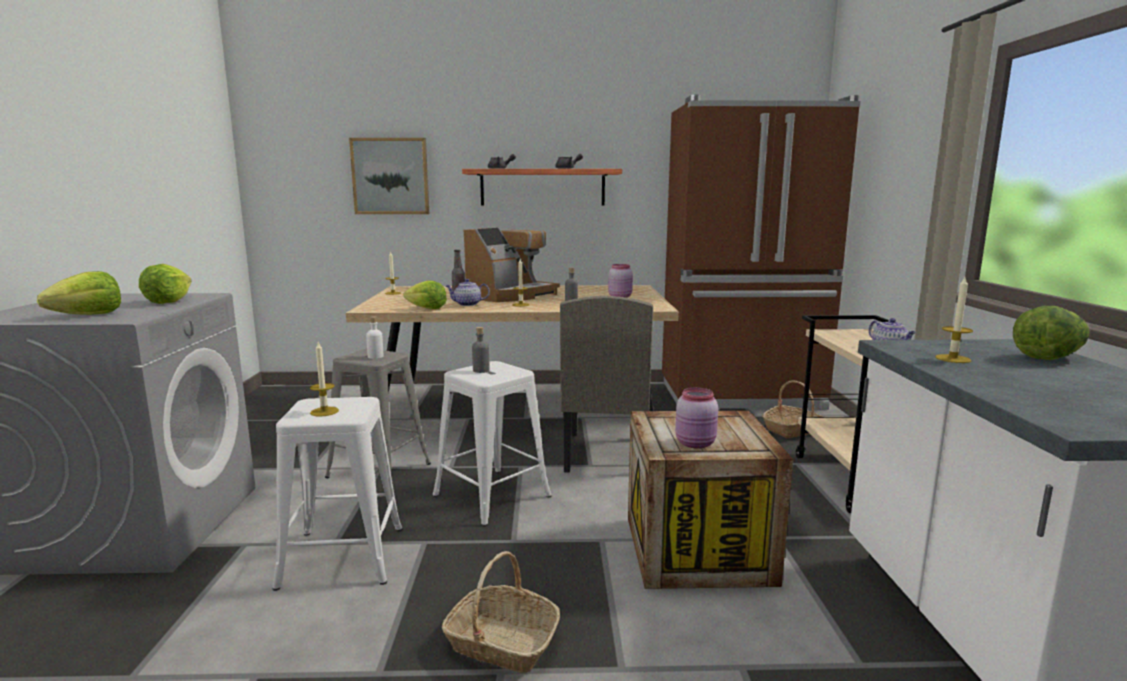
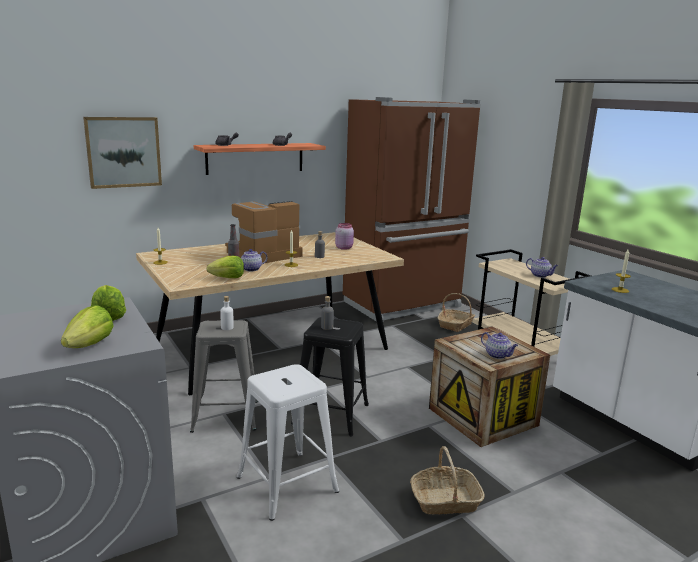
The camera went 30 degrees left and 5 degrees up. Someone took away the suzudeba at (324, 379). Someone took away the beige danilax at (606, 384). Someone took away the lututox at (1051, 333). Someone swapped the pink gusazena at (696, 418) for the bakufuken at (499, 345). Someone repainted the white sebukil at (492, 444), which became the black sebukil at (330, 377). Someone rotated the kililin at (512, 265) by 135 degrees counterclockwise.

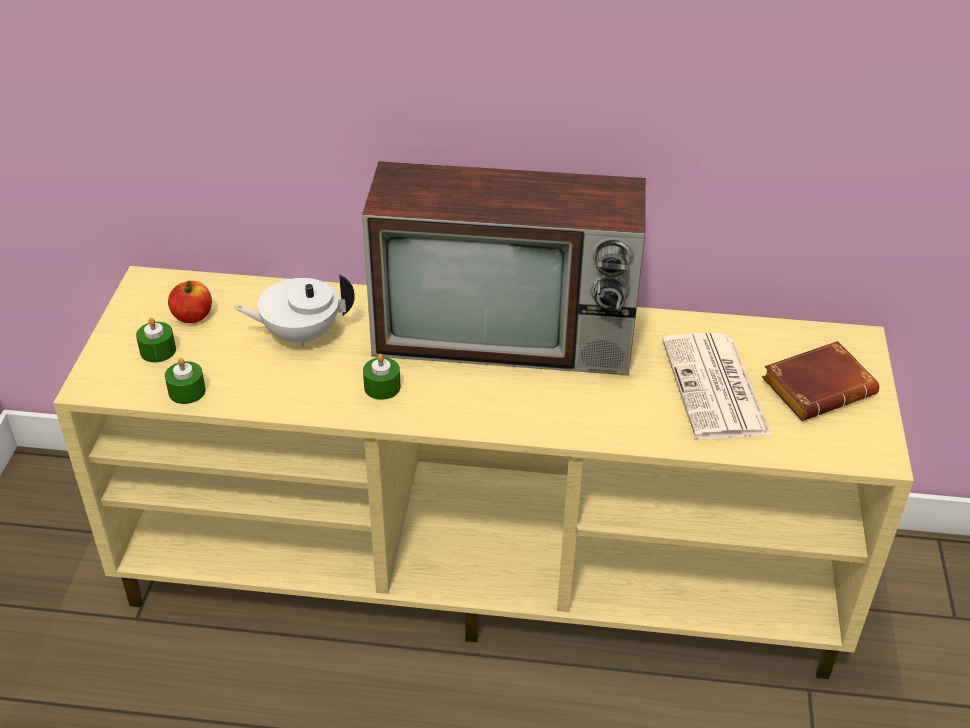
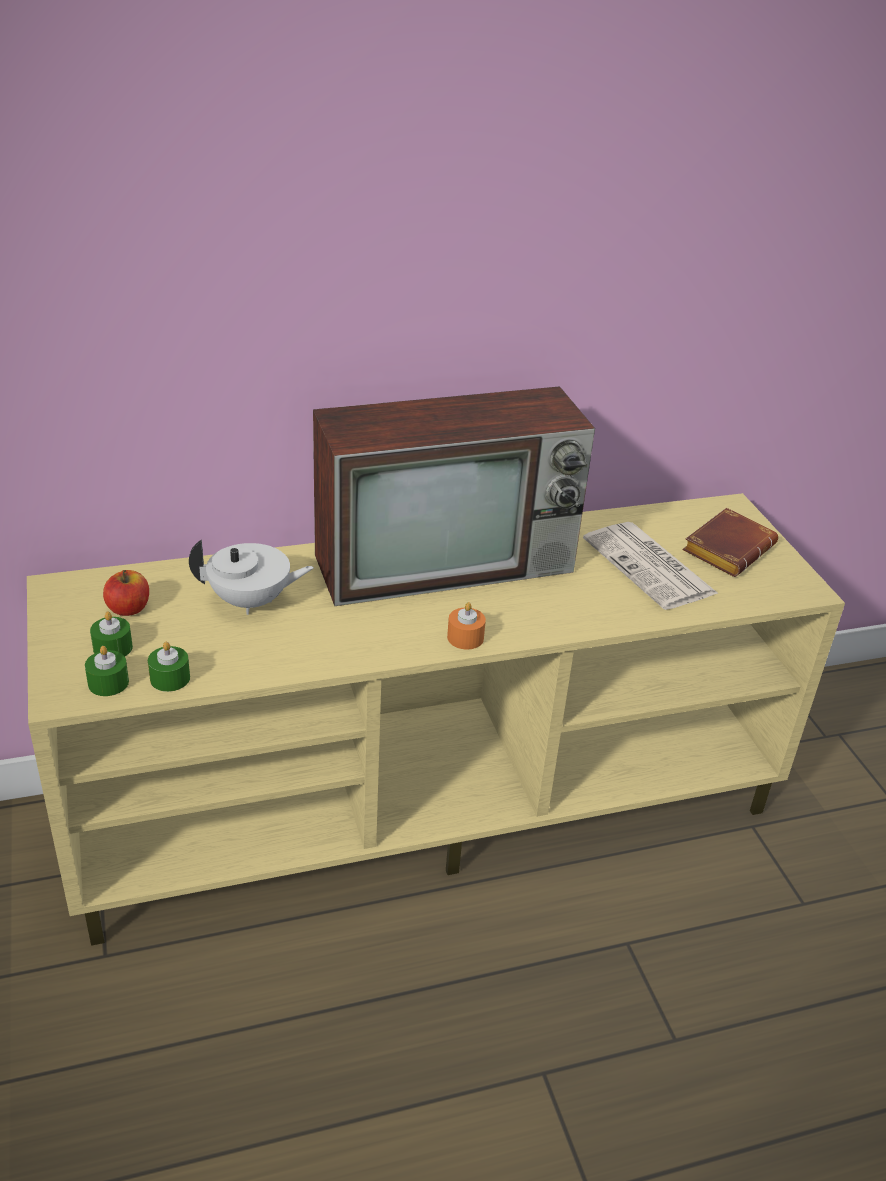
The camera went 25 degrees left and 5 degrees down. Someone put down the orange suzudeba at (466, 625). Someone carried the green suzudeba from (382, 377) to (107, 671). Someone rotated the white bakufuken at (294, 310) by 150 degrees counterclockwise.

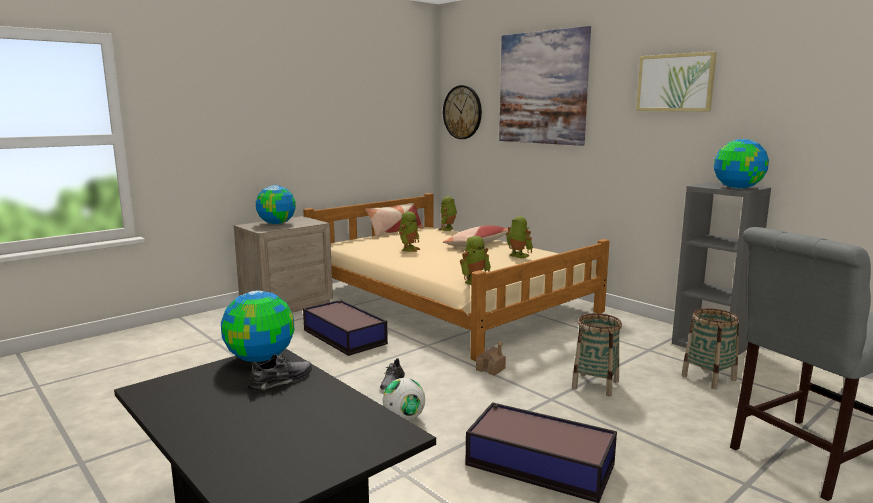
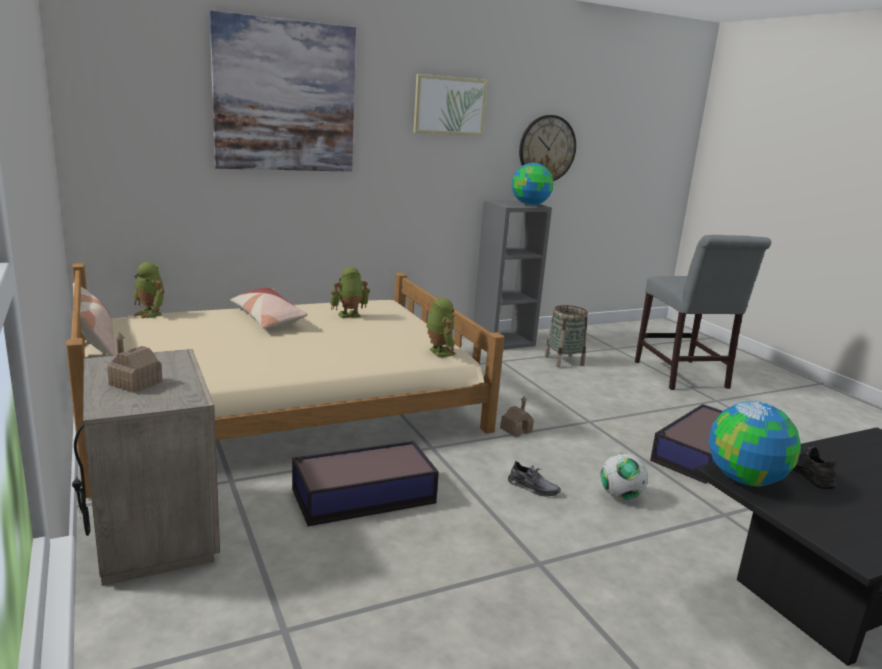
The camera went 75 degrees left and 5 degrees up. Someone took away the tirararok at (410, 231). Someone took away the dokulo at (597, 354). Someone carried the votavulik from (462, 112) to (547, 148). Someone swapped the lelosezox at (276, 205) for the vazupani at (134, 362).

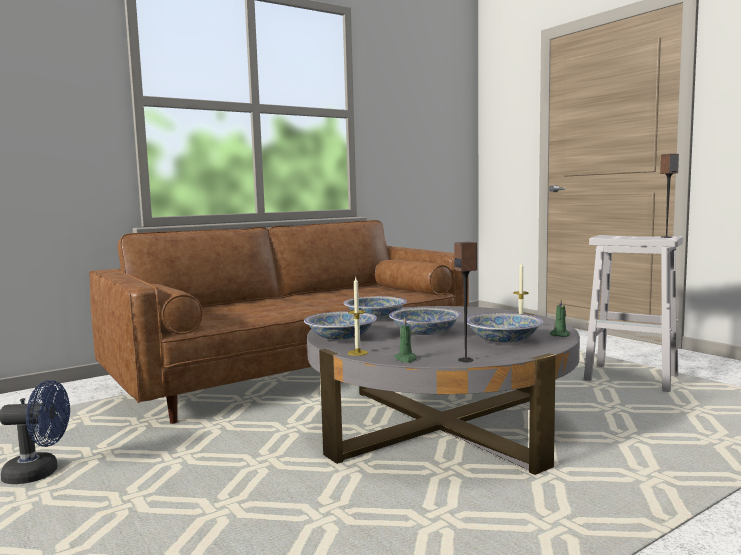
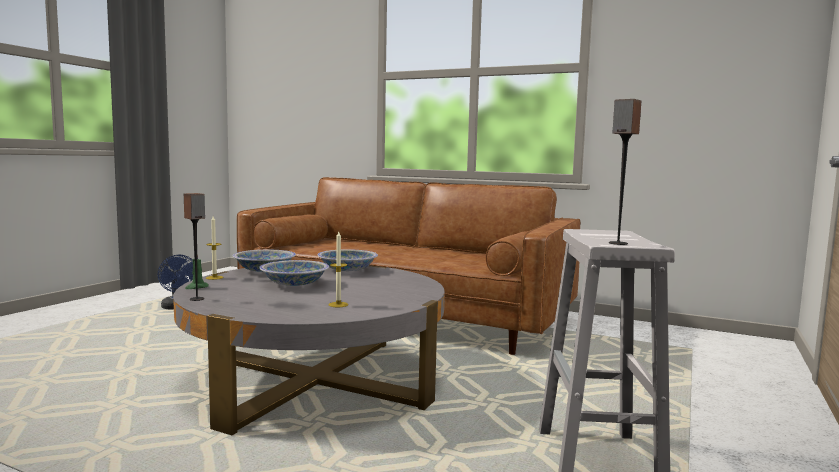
The camera went 60 degrees right and 0 degrees up. Someone took away the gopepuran at (505, 327). Someone took away the green suzudeba at (560, 318).

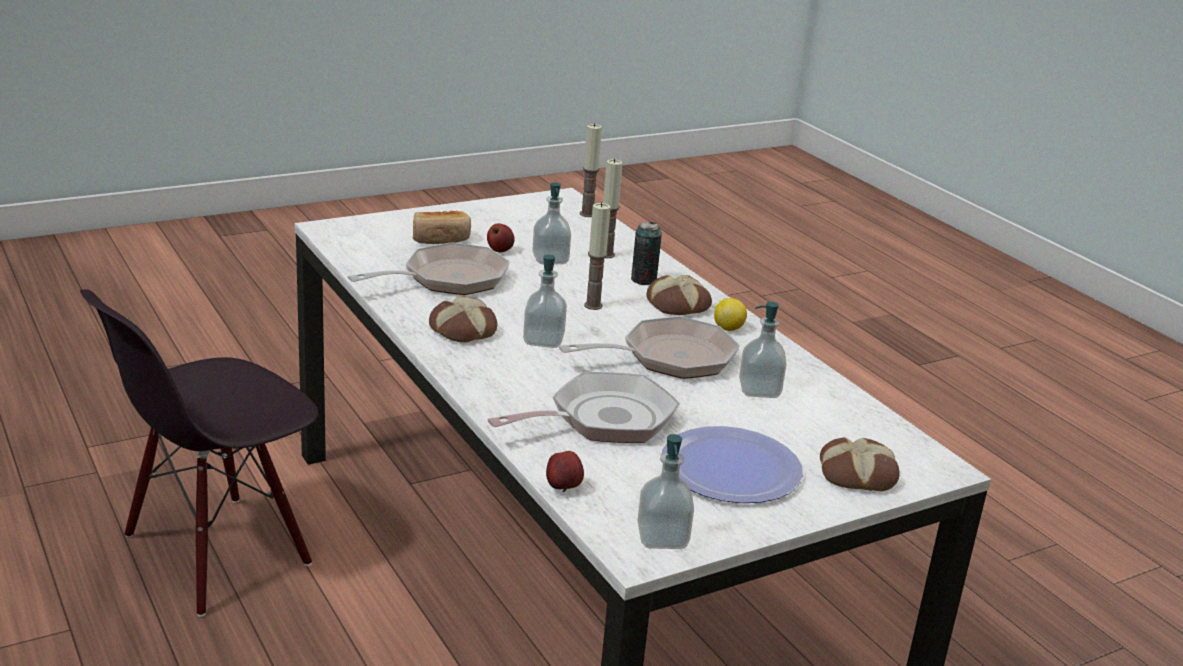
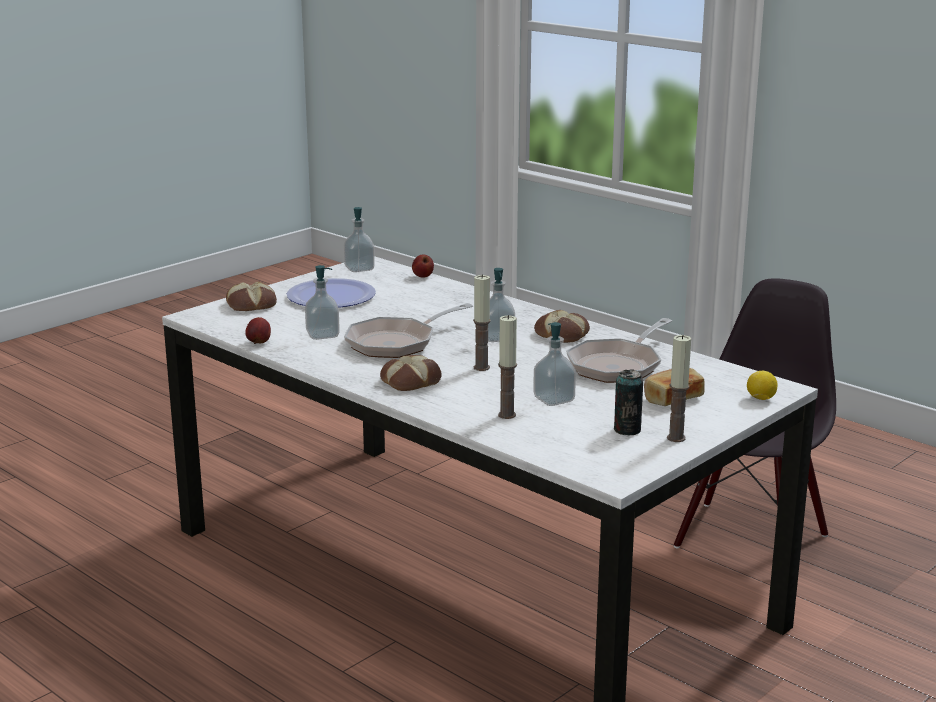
The camera went 165 degrees right and 5 degrees down. Someone took away the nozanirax at (583, 407). Someone carried the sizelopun from (501, 237) to (258, 330). Someone carried the suzudeba from (591, 170) to (679, 388). Someone carried the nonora from (646, 253) to (628, 402). Someone carried the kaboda from (730, 314) to (762, 385).

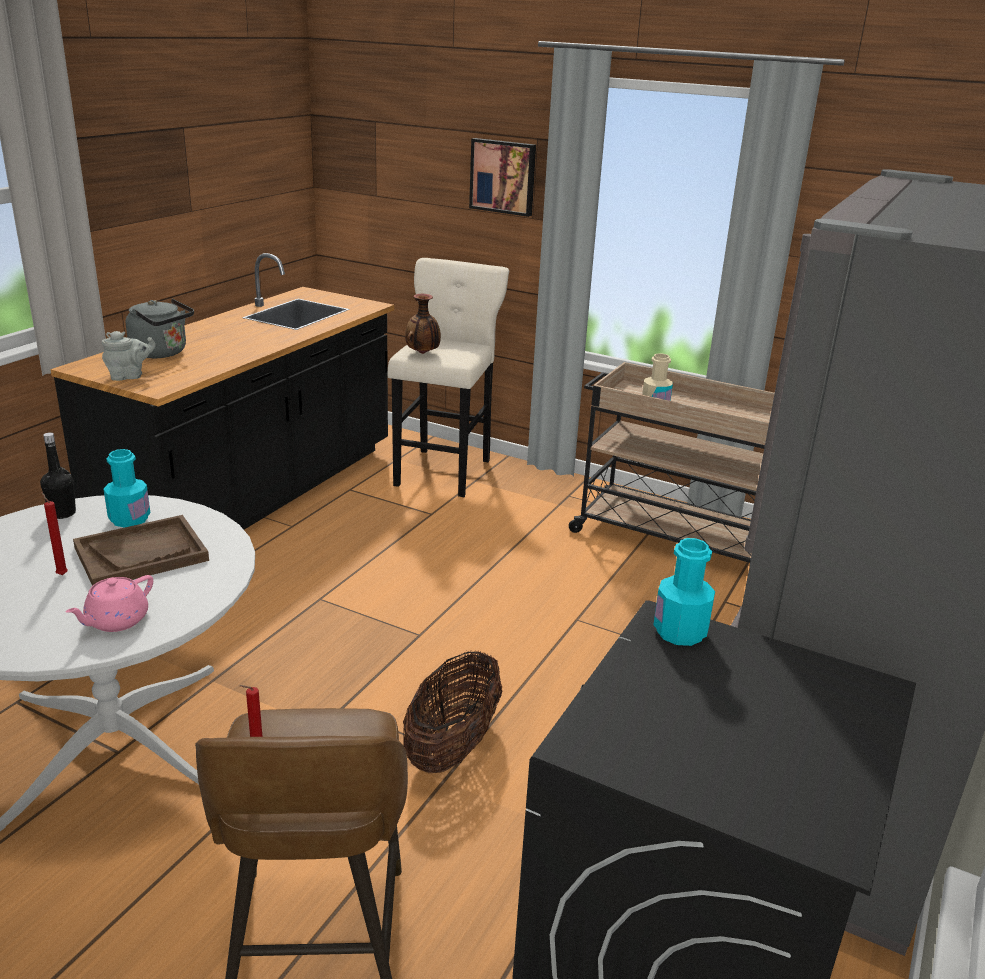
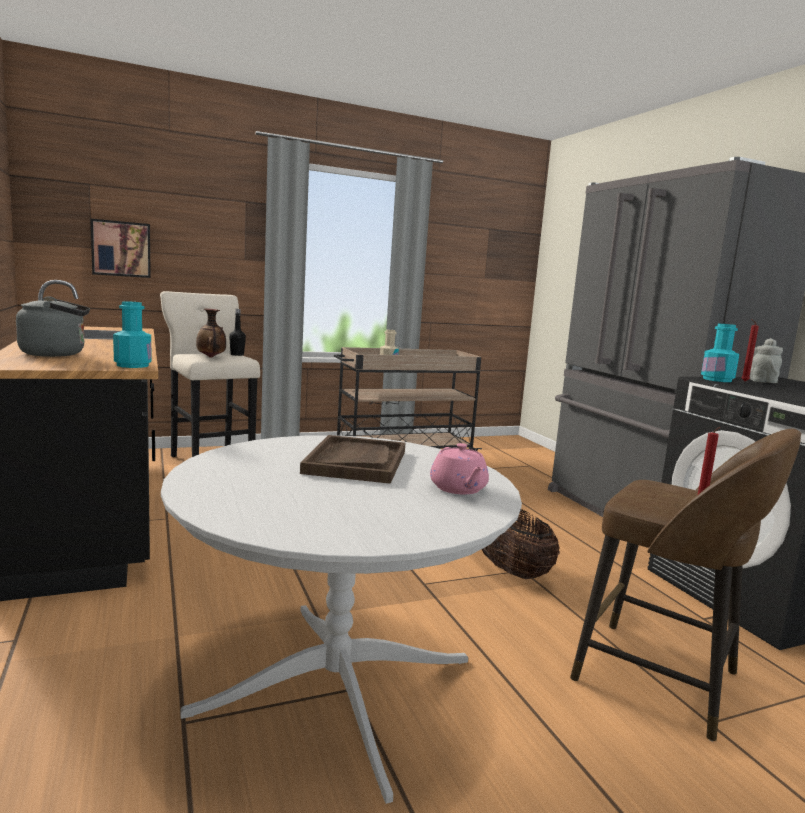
The camera went 50 degrees left and 15 degrees down. Someone carried the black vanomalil from (58, 476) to (237, 332). Someone carried the red suzudeba from (54, 533) to (750, 350). Someone carried the grey bakufuken from (129, 356) to (766, 360). Someone carried the turquoise vanomalil from (126, 488) to (132, 334). Someone carried the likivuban from (502, 177) to (121, 248).

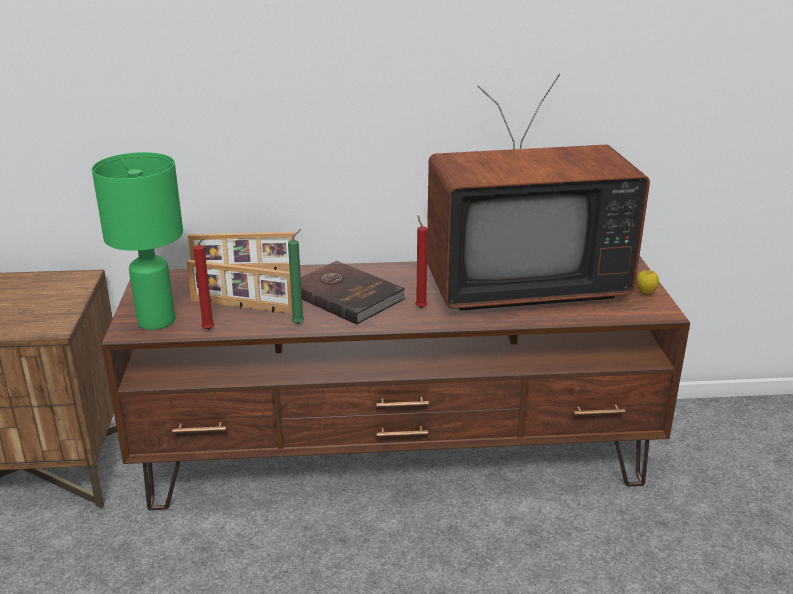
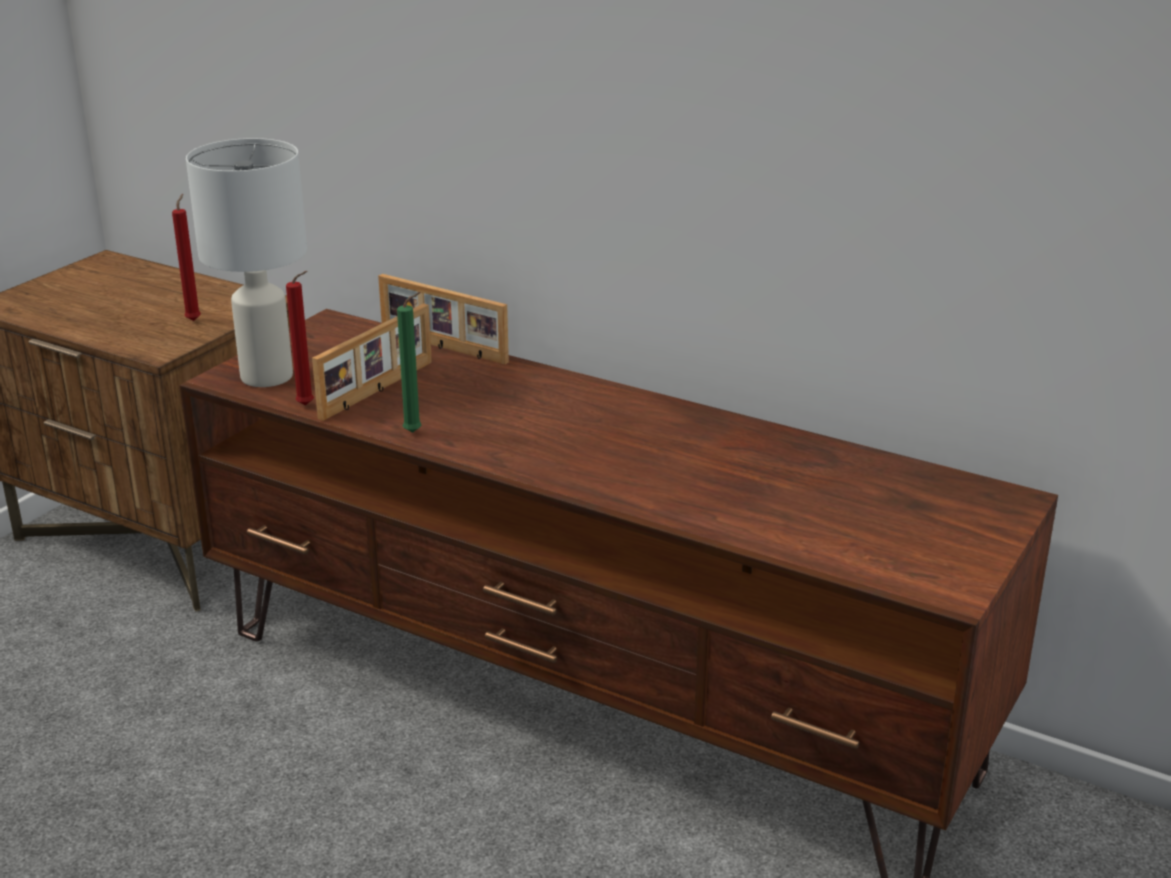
The camera went 35 degrees right and 0 degrees up. Someone took away the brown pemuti at (353, 293). Someone took away the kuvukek at (538, 192). Someone took away the sizelopun at (647, 282). Someone carried the red suzudeba from (421, 262) to (186, 257). Someone repainted the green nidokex at (137, 241), which became the white nidokex at (246, 262). Someone rotated the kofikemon at (239, 287) by 105 degrees counterclockwise.

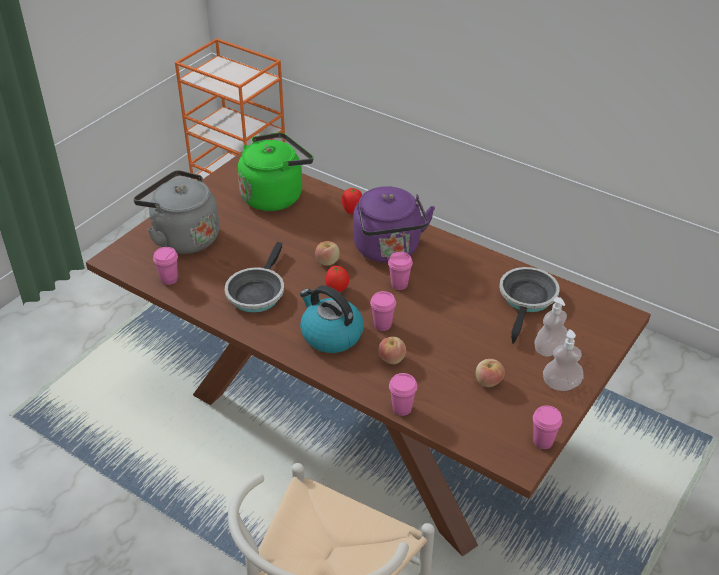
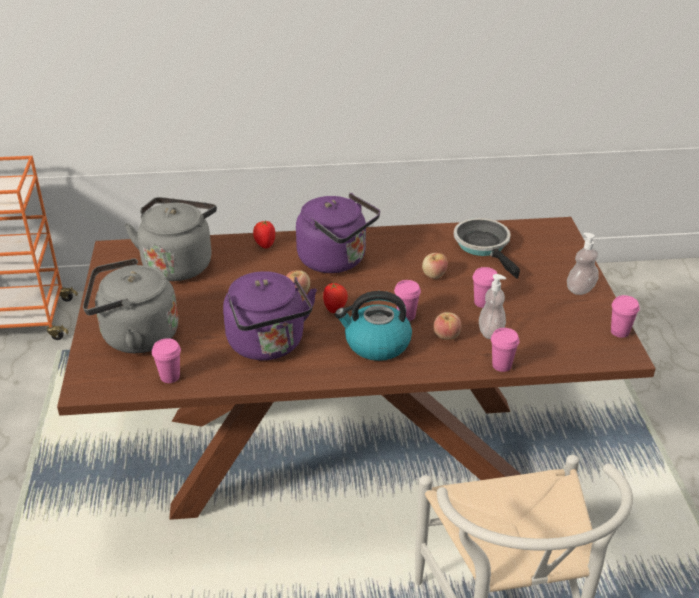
The camera went 40 degrees left and 5 degrees down. Someone carried the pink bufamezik from (400, 271) to (485, 287). Someone carried the sizelopun from (490, 373) to (435, 266). Someone carried the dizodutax from (551, 327) to (492, 306). Someone swapped the nozanirax at (254, 277) for the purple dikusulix at (270, 315). Someone repainted the green dikusulix at (275, 171), which became the grey dikusulix at (171, 239).

